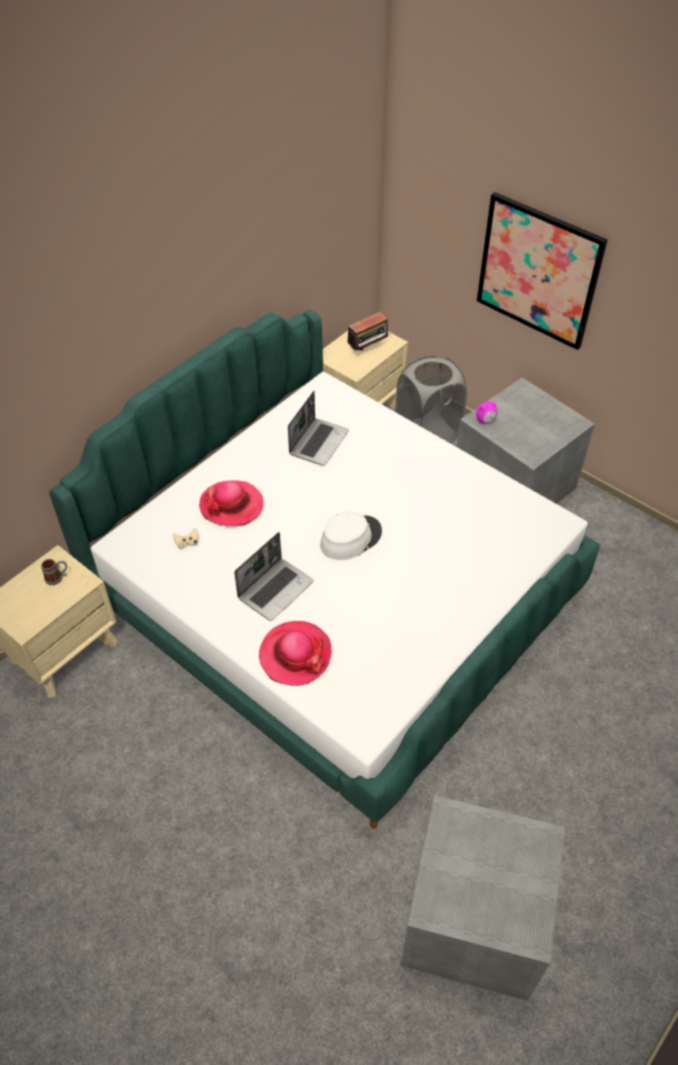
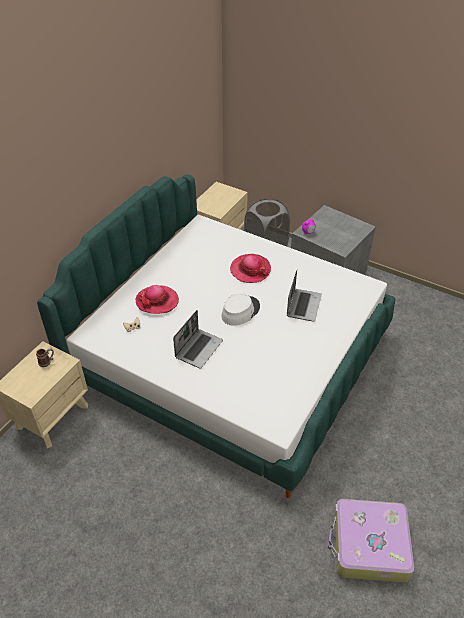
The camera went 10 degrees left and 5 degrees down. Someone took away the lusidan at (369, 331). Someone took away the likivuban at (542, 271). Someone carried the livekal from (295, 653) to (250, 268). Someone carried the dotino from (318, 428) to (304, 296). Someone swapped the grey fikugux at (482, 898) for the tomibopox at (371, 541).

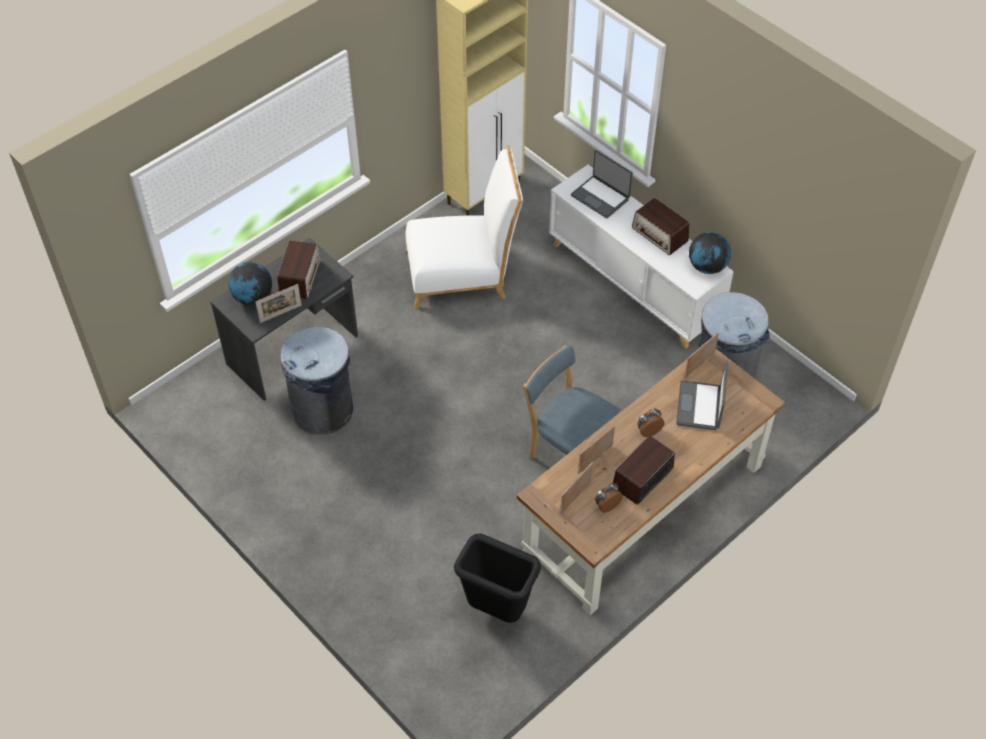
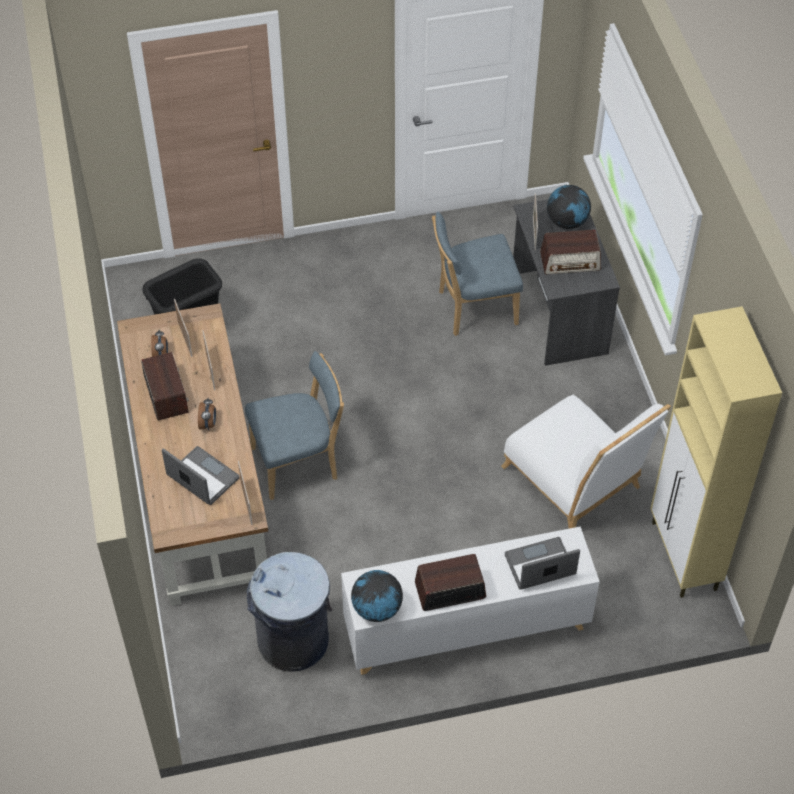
The camera went 120 degrees right and 0 degrees up. Someone swapped the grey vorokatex at (317, 381) for the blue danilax at (477, 274). Someone rotated the lusidan at (298, 270) by 45 degrees counterclockwise. Someone rotated the white danilax at (464, 227) by 60 degrees counterclockwise.

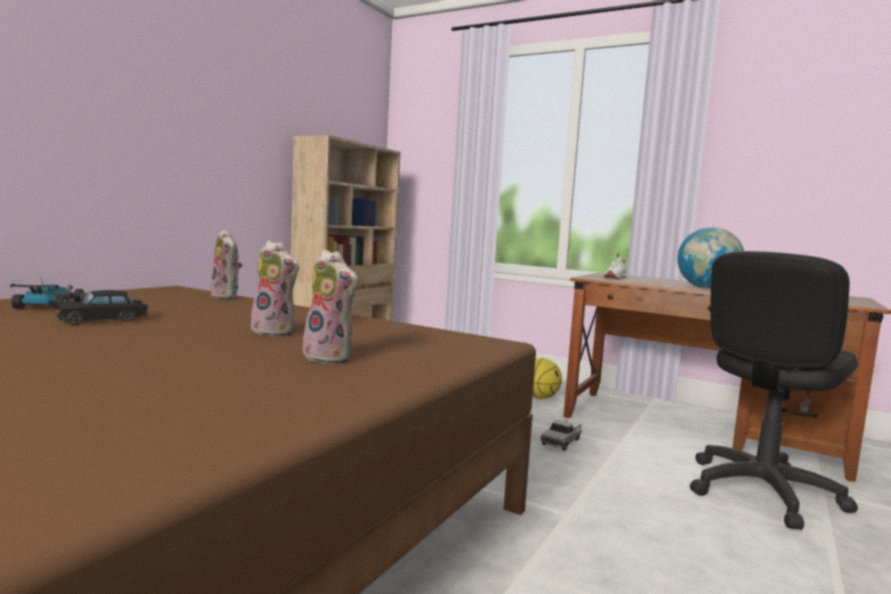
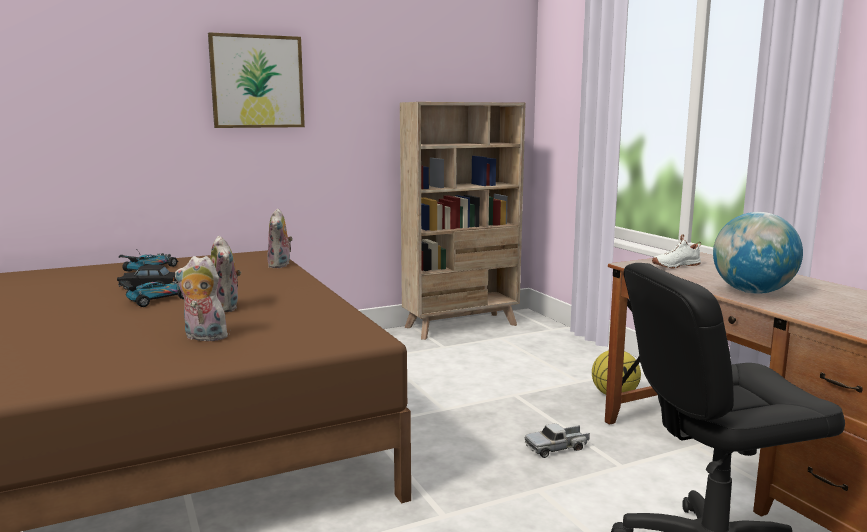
The camera went 35 degrees right and 5 degrees up. Someone put down the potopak at (151, 293). Someone put up the likivuban at (256, 80). Someone rotated the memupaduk at (329, 306) by 120 degrees clockwise.

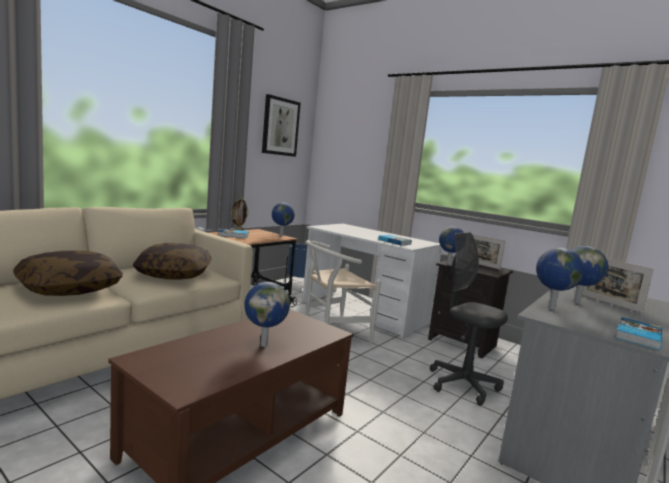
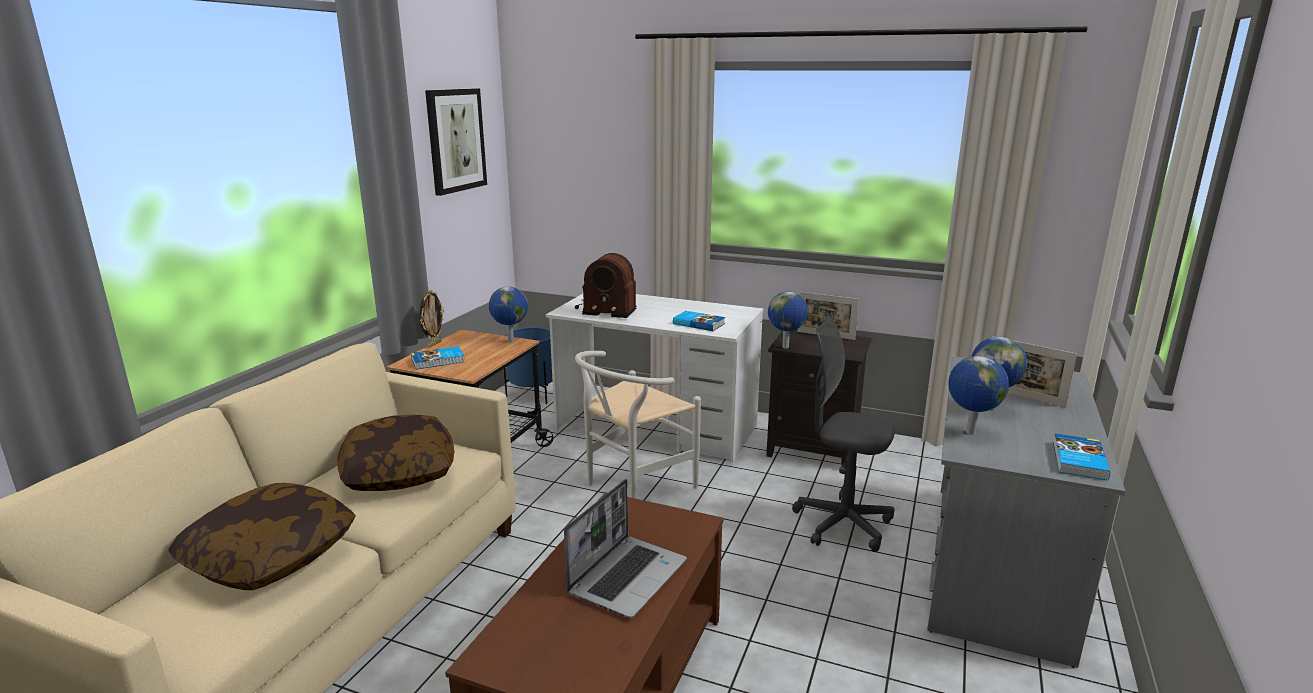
The camera went 15 degrees left and 10 degrees up. Someone put down the lusidan at (605, 285). Someone swapped the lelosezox at (267, 314) for the dotino at (625, 548).

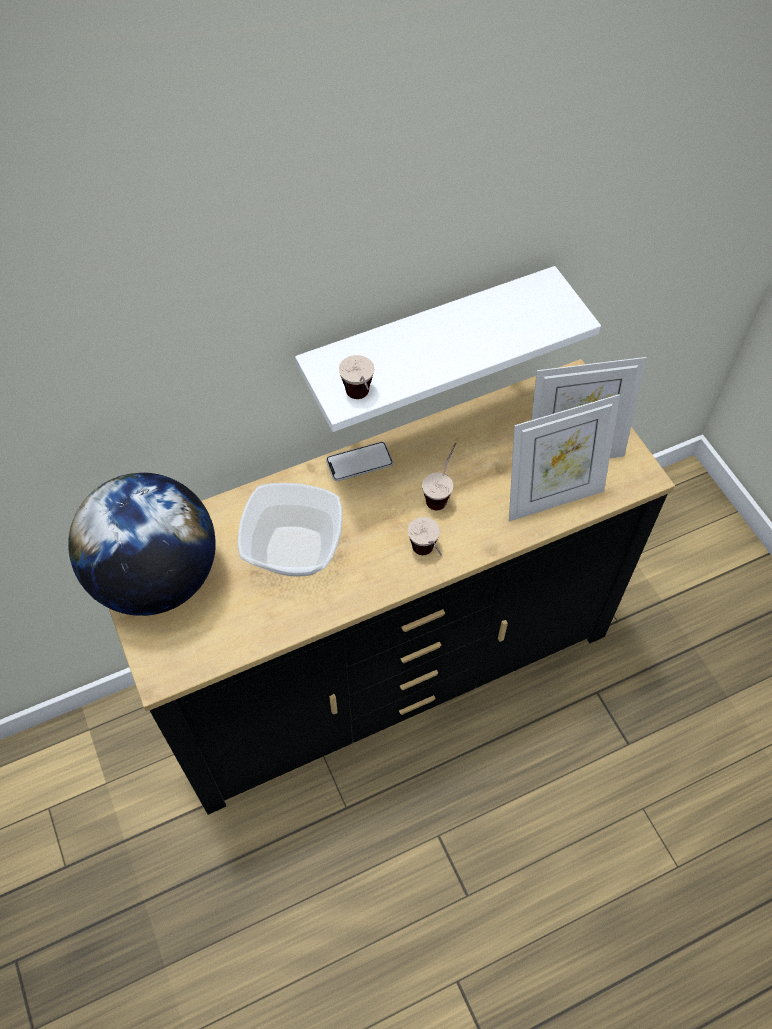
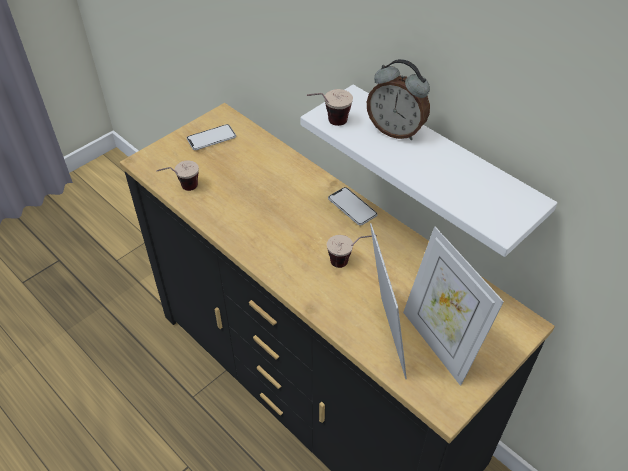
The camera went 70 degrees right and 10 degrees down. Someone took away the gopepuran at (290, 530). Someone put down the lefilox at (398, 99). Someone carried the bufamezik from (425, 536) to (177, 175). Someone swapped the lelosezox at (142, 544) for the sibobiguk at (211, 137). Someone rotated the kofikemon at (564, 457) by 150 degrees counterclockwise.

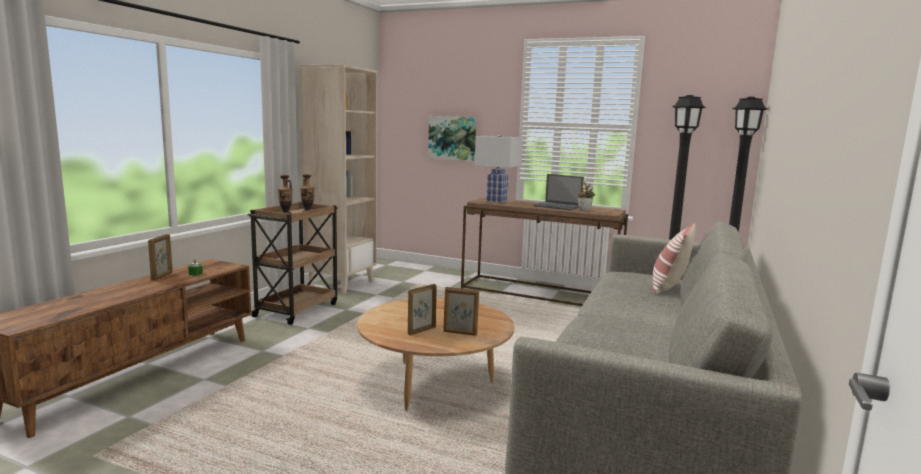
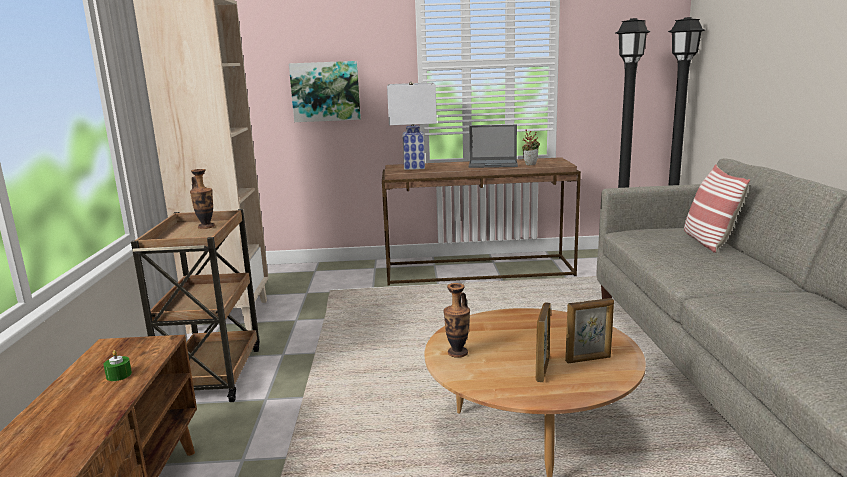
The camera went 25 degrees left and 5 degrees up. Someone took away the kofikemon at (160, 257). Someone carried the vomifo from (285, 194) to (456, 320).

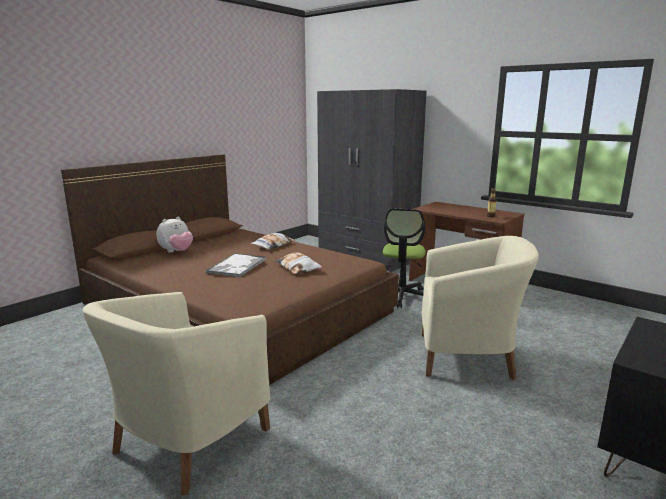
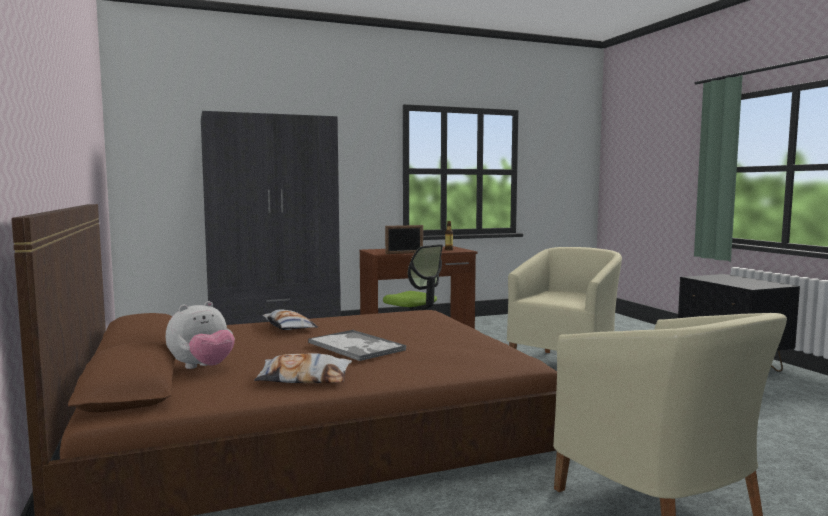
The camera went 60 degrees left and 10 degrees down. Someone put down the kofikemon at (404, 239). Someone carried the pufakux from (298, 263) to (303, 368). Someone rotated the memupaduk at (174, 235) by 60 degrees clockwise.

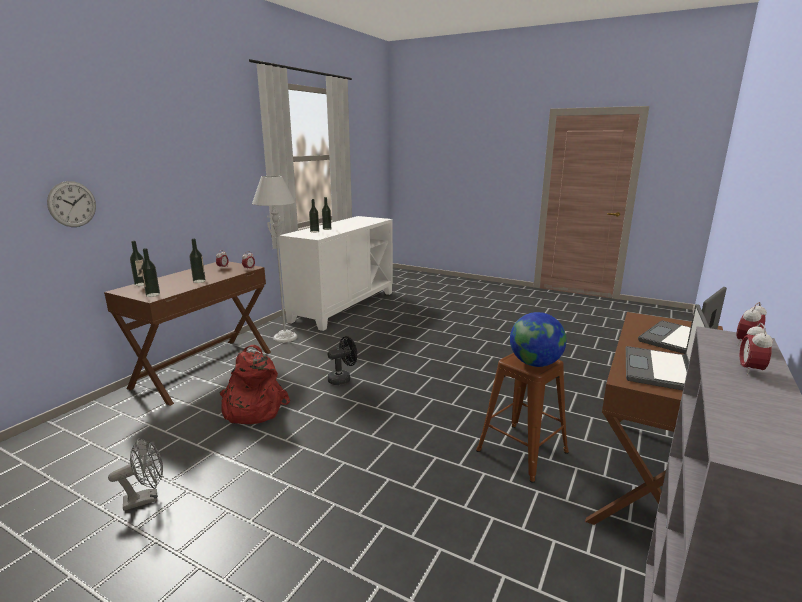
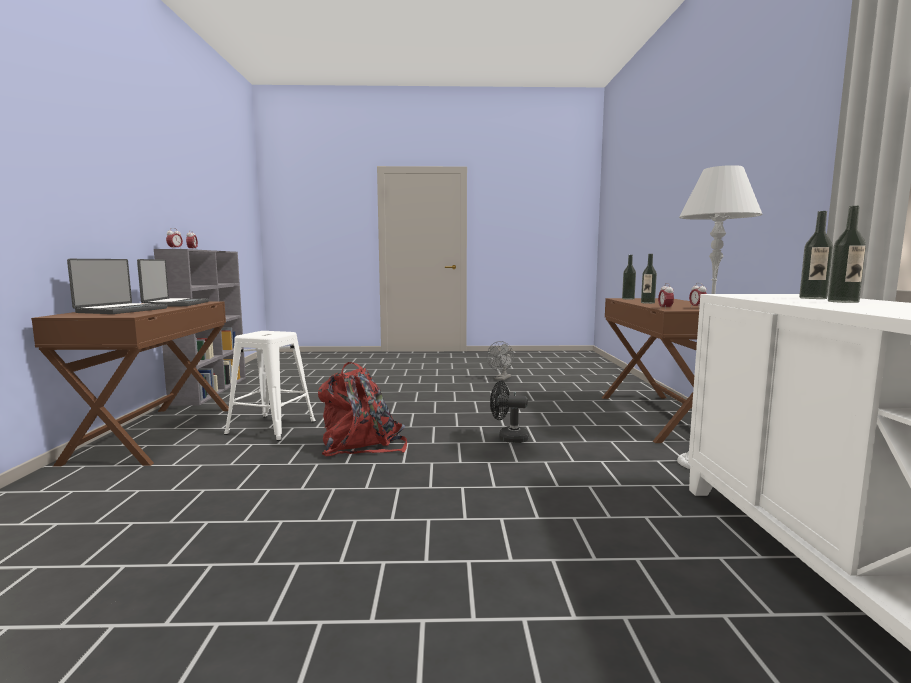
The camera went 150 degrees right and 10 degrees down. Someone took away the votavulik at (71, 204). Someone took away the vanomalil at (137, 263). Someone took away the lelosezox at (538, 339). Someone carried the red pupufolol from (254, 384) to (362, 409). Someone repainted the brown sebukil at (522, 418), which became the white sebukil at (270, 386). Someone rotated the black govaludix at (342, 360) by 75 degrees clockwise.

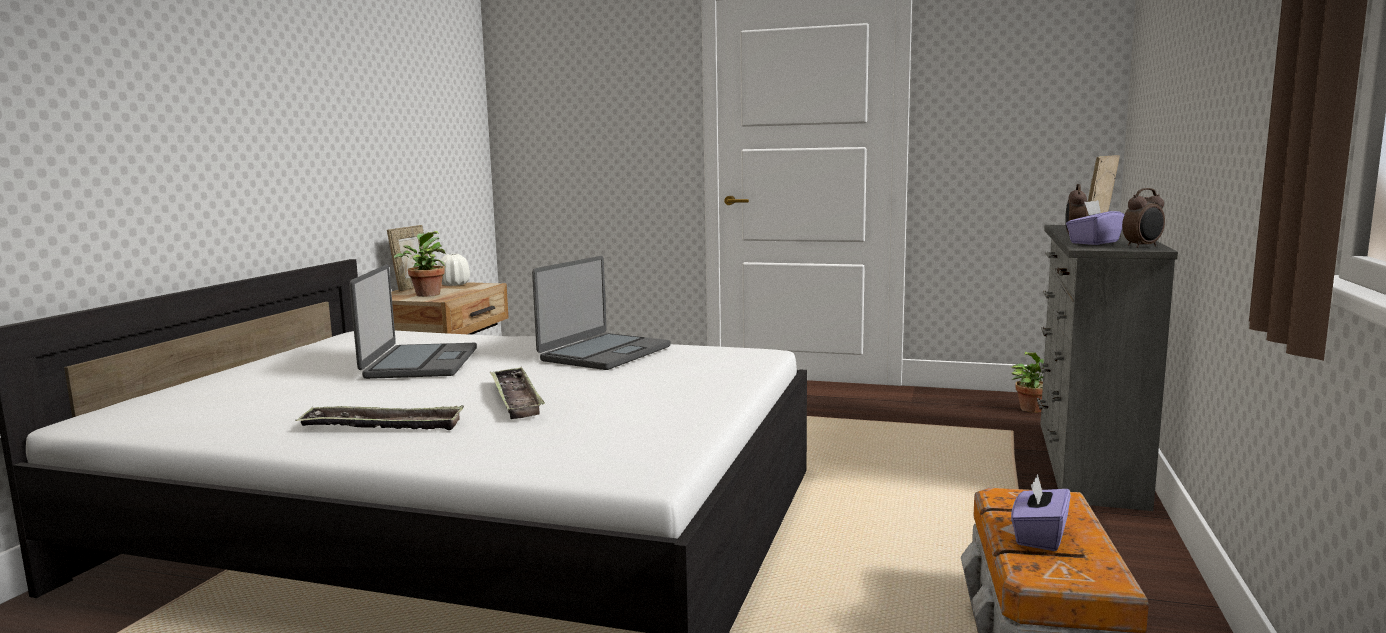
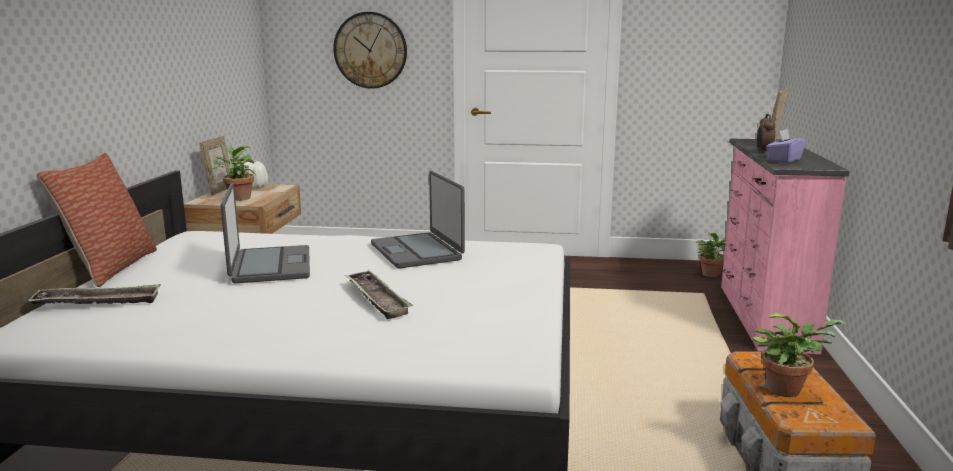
The camera went 10 degrees left and 5 degrees up. Someone took away the lefilox at (1143, 218). Someone put down the pufakux at (96, 220). Someone put up the votavulik at (370, 50). Someone carried the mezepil from (380, 418) to (94, 294). Someone swapped the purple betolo at (1041, 512) for the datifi at (799, 354). Someone repainted the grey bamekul at (1107, 368), which became the pink bamekul at (785, 246). Someone rotated the dotino at (601, 313) by 135 degrees clockwise.

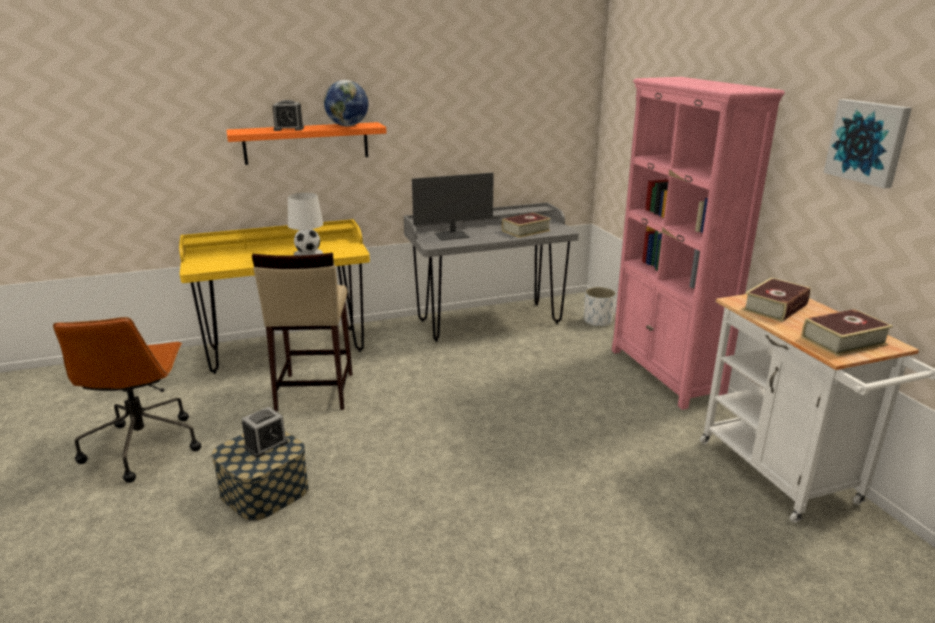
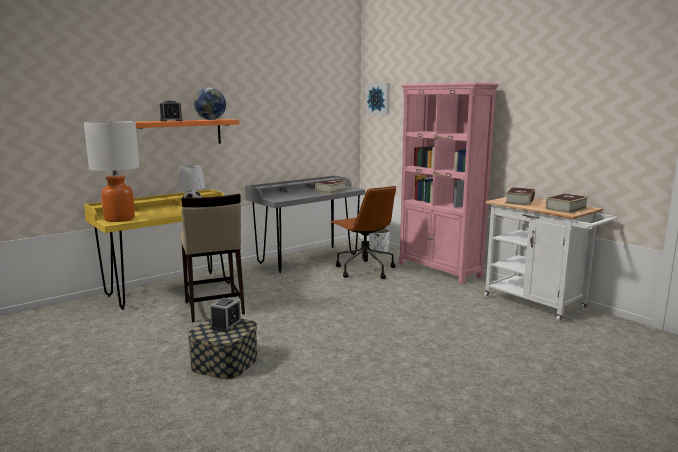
The camera went 20 degrees left and 10 degrees down. Someone took away the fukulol at (453, 206). Someone put down the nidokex at (112, 171). Someone carried the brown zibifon from (127, 400) to (363, 232). Someone carried the likivuban from (868, 143) to (378, 99).

